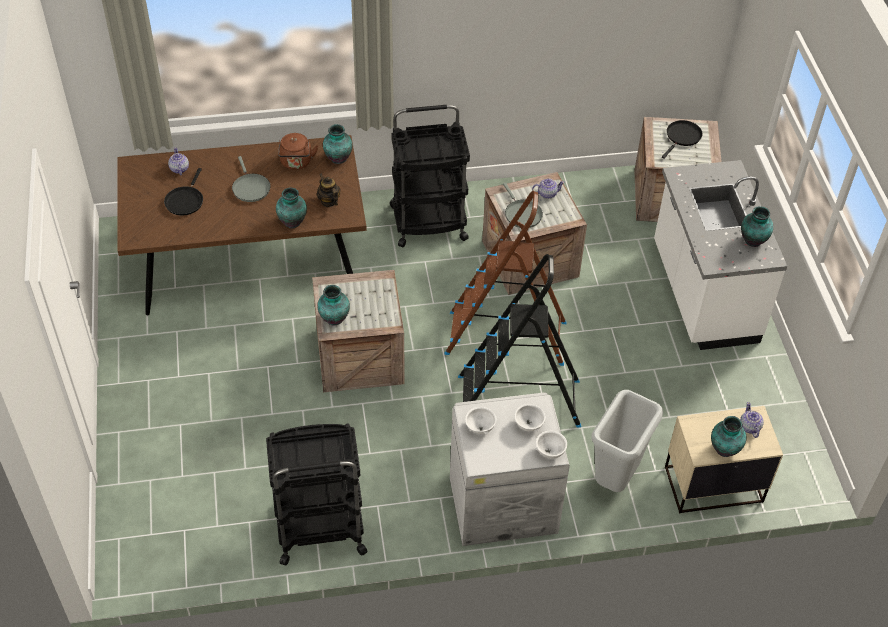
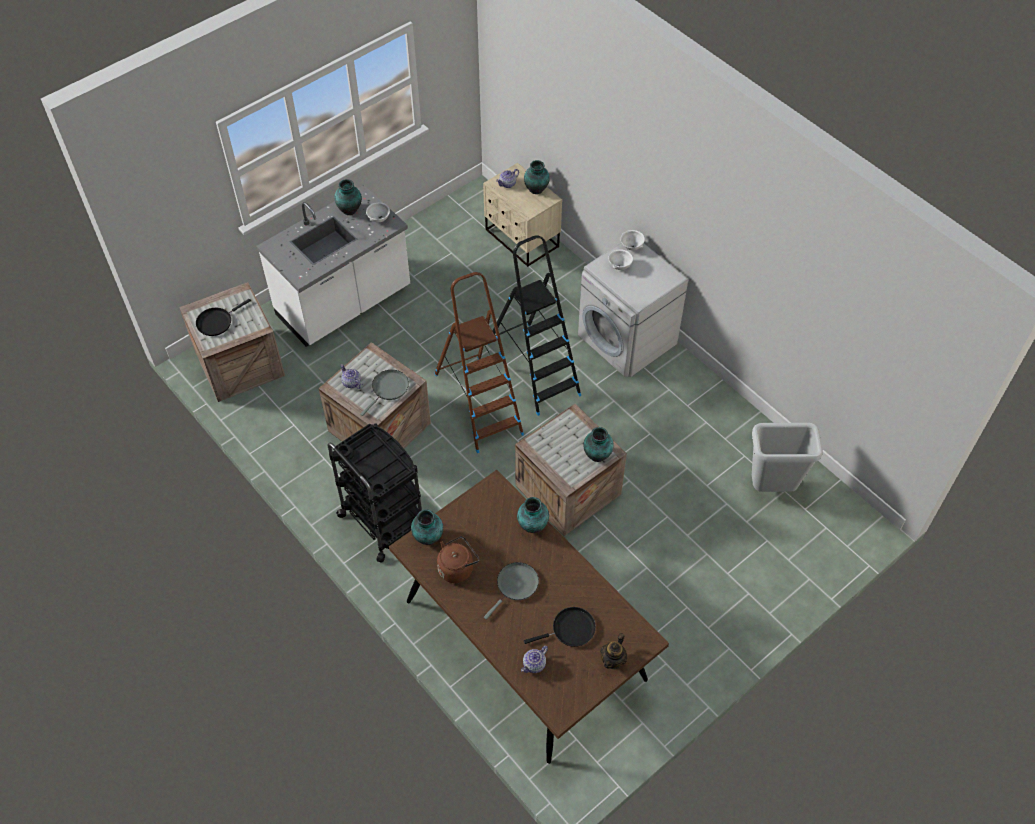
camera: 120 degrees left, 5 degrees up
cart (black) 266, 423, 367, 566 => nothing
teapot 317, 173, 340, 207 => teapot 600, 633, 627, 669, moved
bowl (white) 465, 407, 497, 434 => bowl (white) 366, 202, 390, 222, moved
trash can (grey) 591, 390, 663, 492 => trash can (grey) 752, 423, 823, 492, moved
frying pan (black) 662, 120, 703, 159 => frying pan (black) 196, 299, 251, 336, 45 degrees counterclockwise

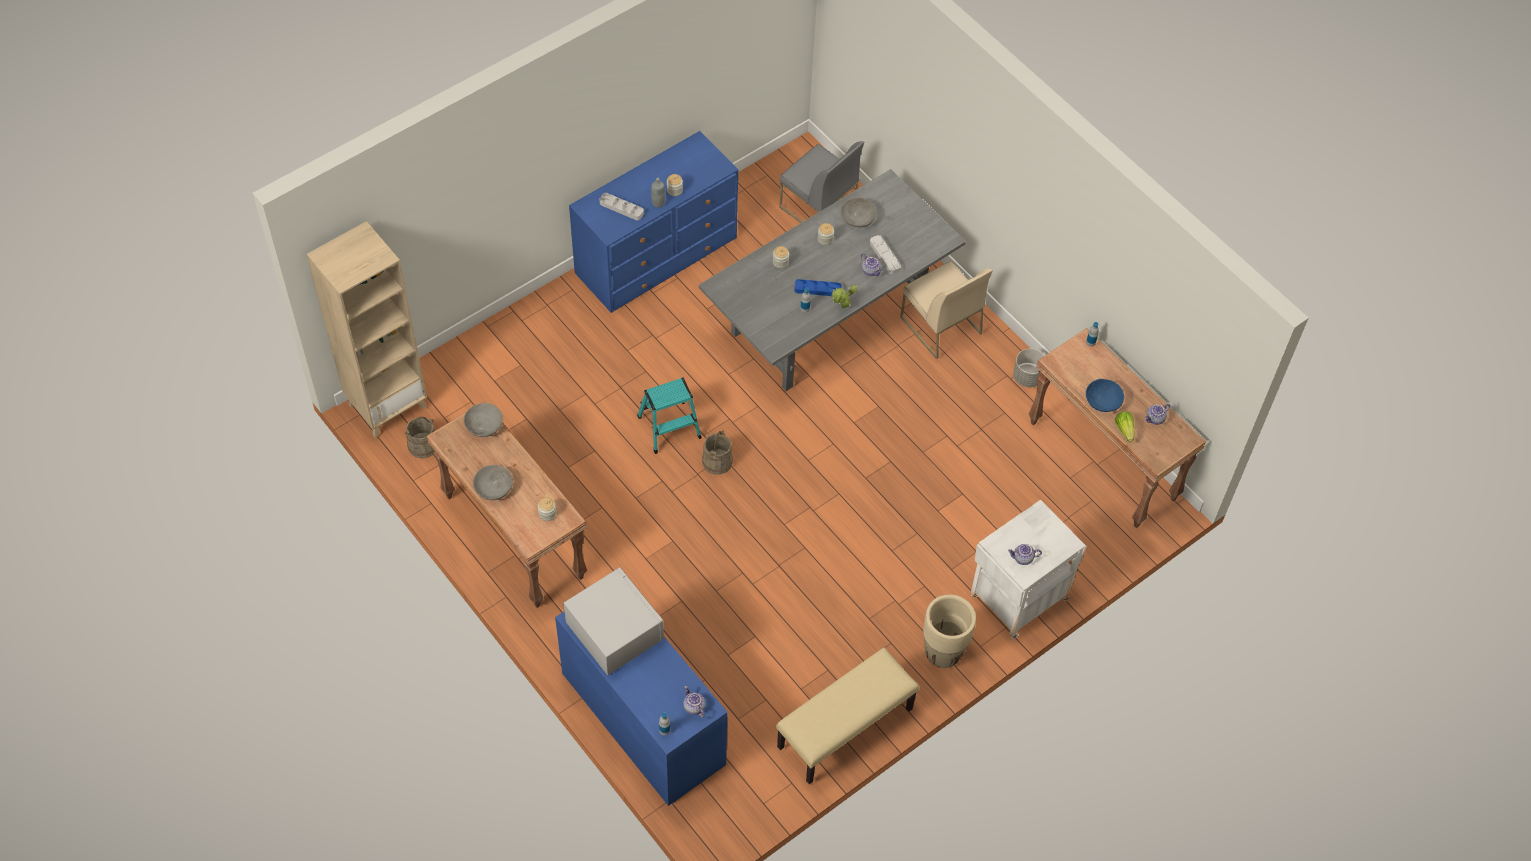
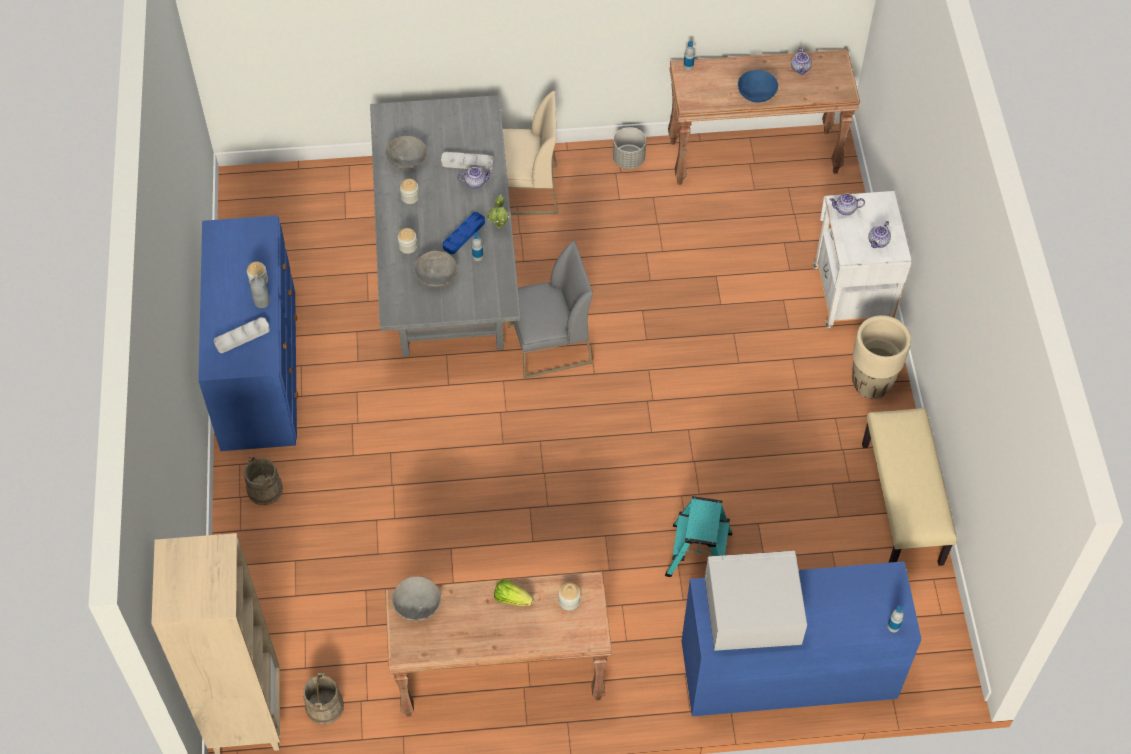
camera: 55 degrees left, 0 degrees up
bowl (grey) 473, 465, 513, 501 => bowl (grey) 414, 251, 457, 287, moved
step ladder (turquoise) 637, 377, 702, 454 => step ladder (turquoise) 665, 496, 732, 577, moved
teapot 683, 686, 705, 718 => teapot 829, 193, 865, 215, moved
bucket (beige) 702, 430, 733, 475 => bucket (beige) 244, 456, 283, 505, moved
chair (grey) 779, 141, 864, 223 => chair (grey) 508, 241, 593, 379, moved
lettuce 1115, 411, 1135, 442 => lettuce 494, 580, 534, 606, moved

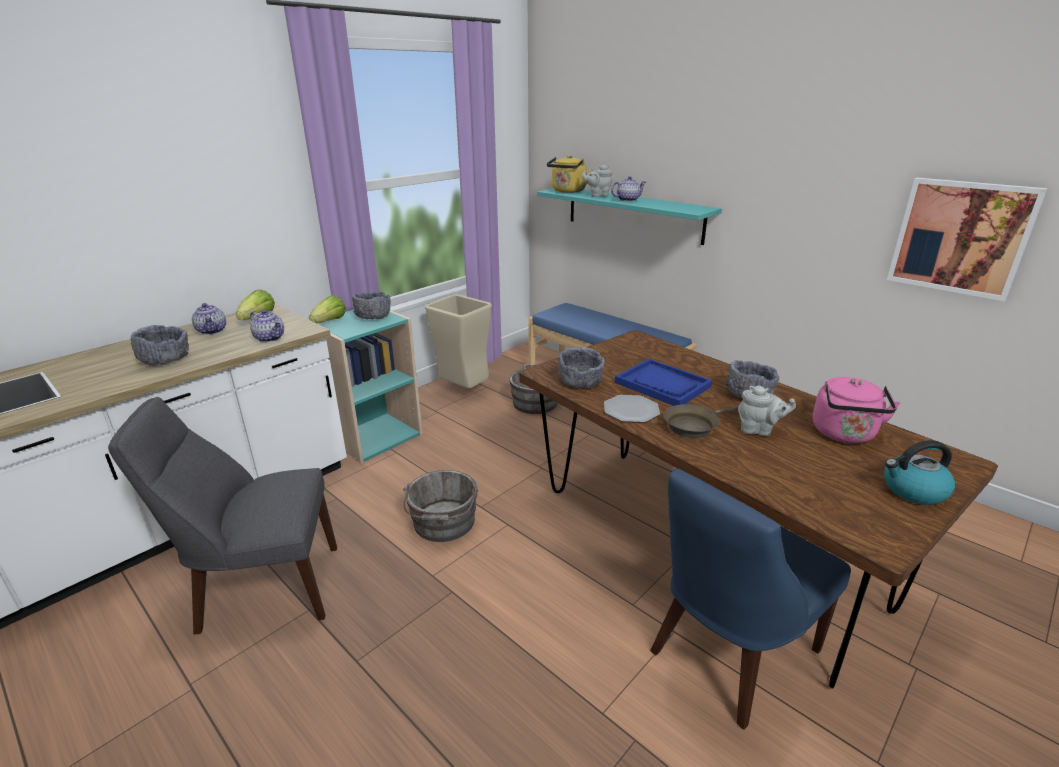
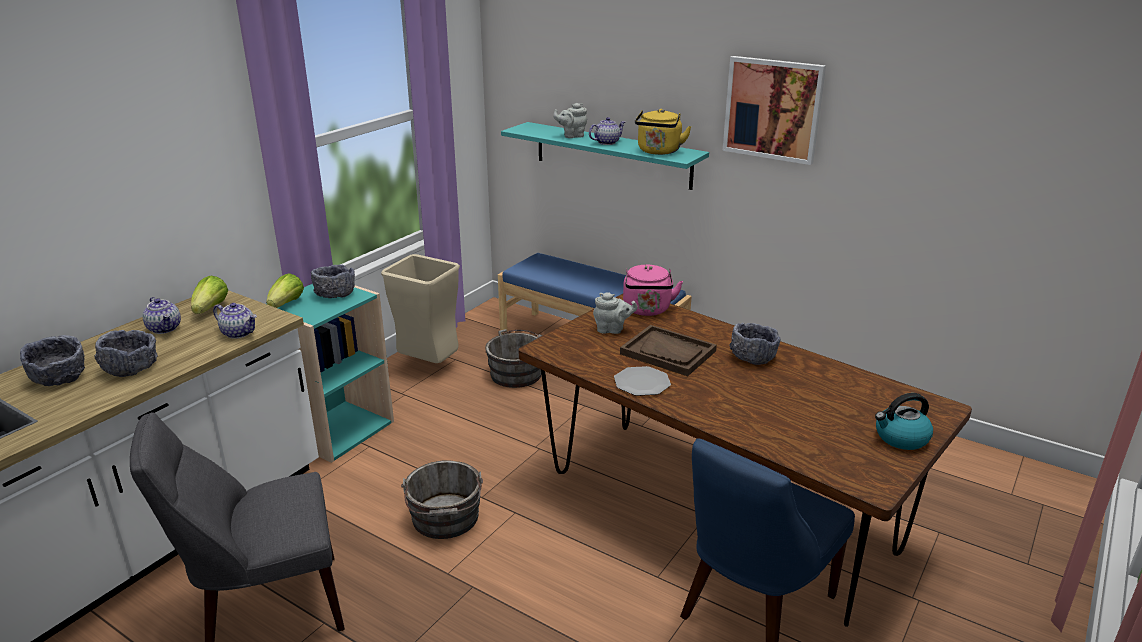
camera: 10 degrees left, 0 degrees up
kettle (yellow) 547, 155, 593, 193 => kettle (yellow) 635, 109, 692, 155, moved
bowl (grey) 558, 347, 605, 389 => bowl (grey) 20, 335, 85, 386, moved
tray (blue) 615, 359, 712, 406 => tray (brown) 620, 325, 717, 376
frying pan (brown) 663, 404, 738, 438 => nothing
teapot (grey) 738, 386, 796, 436 => teapot (grey) 593, 292, 638, 334, moved
kettle (pink) 813, 377, 900, 444 => kettle (pink) 623, 265, 683, 316, moved
picture 887, 178, 1047, 301 => picture 723, 56, 826, 165, moved

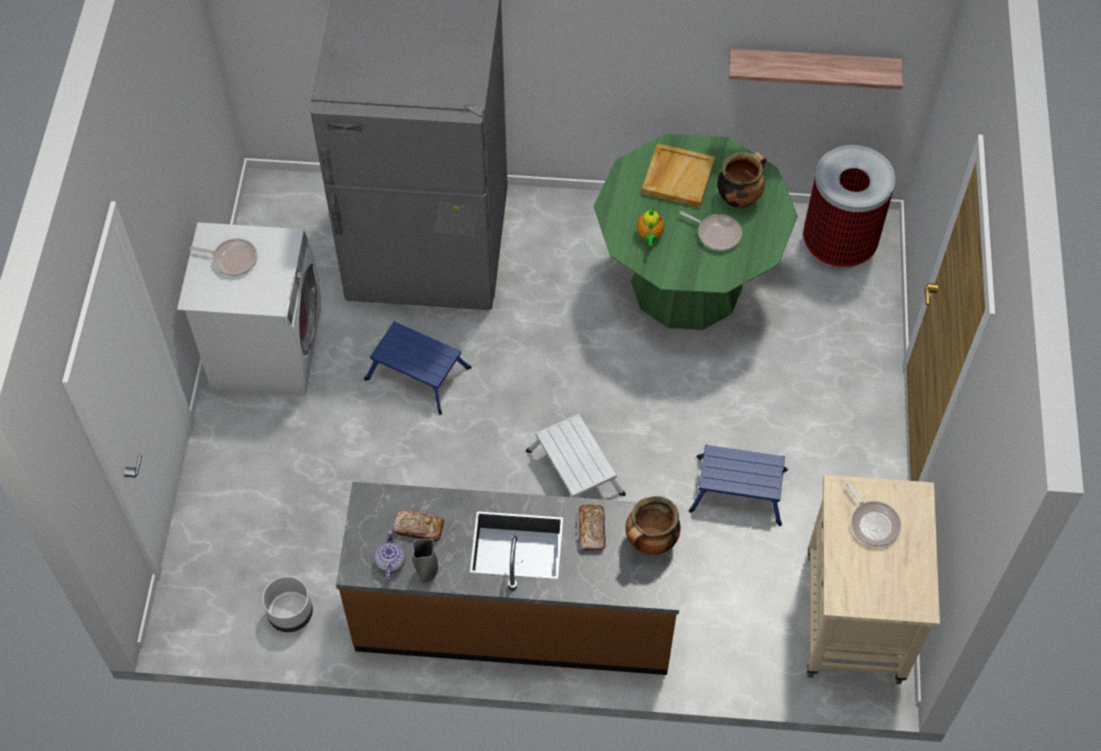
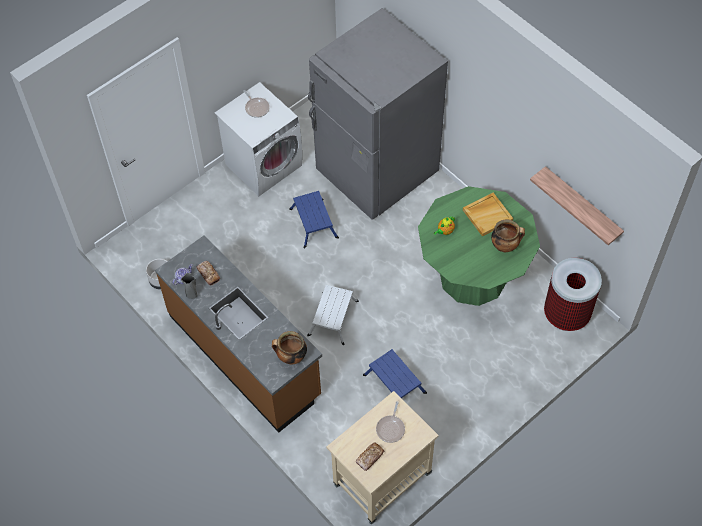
camera: 45 degrees right, 0 degrees up
bread 579, 505, 606, 551 => bread 356, 442, 384, 471, moved
frying pan 680, 211, 742, 251 => nothing

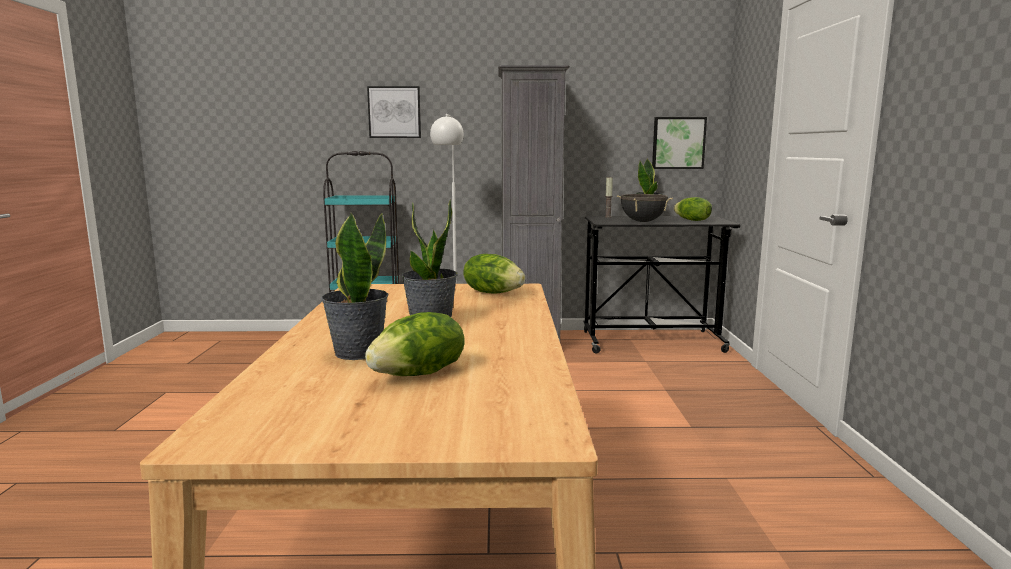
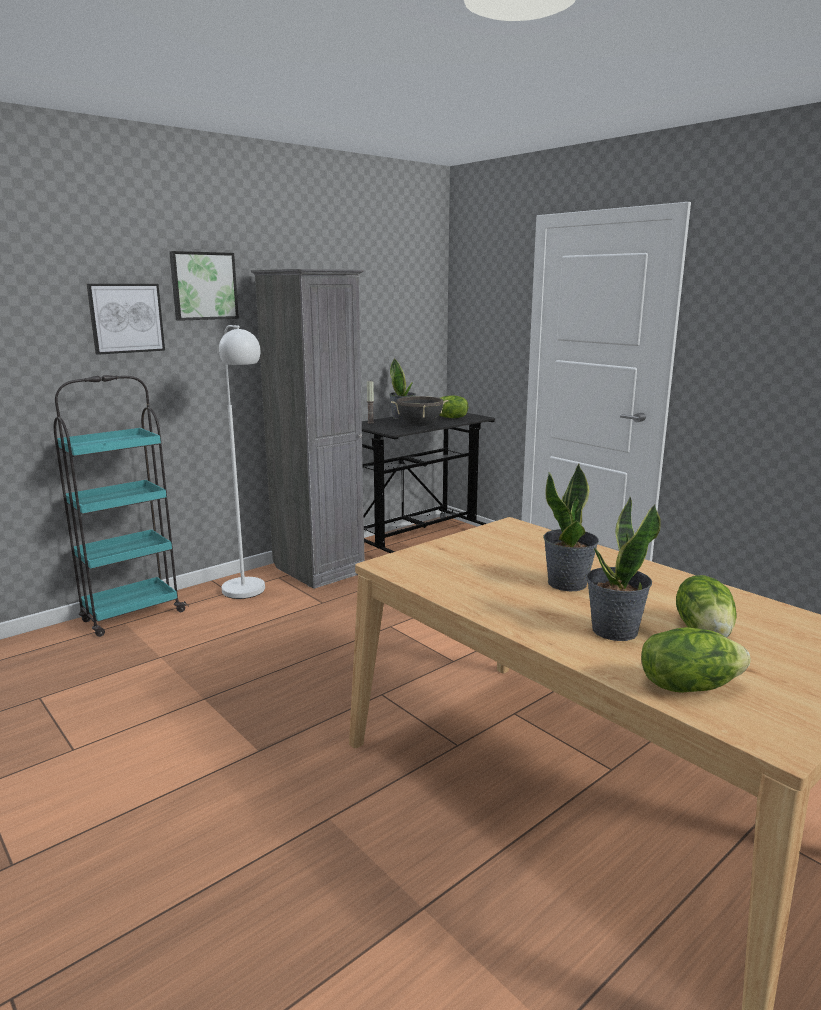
camera: 40 degrees left, 5 degrees up
lettuce 463, 254, 525, 294 => lettuce 641, 627, 750, 693, moved
picture 652, 117, 707, 169 => picture 169, 251, 239, 321, moved

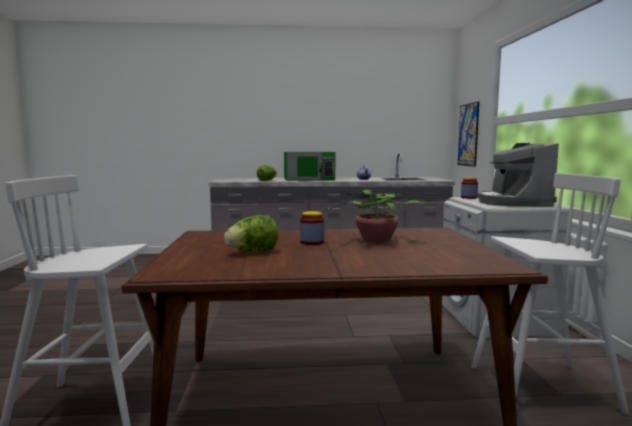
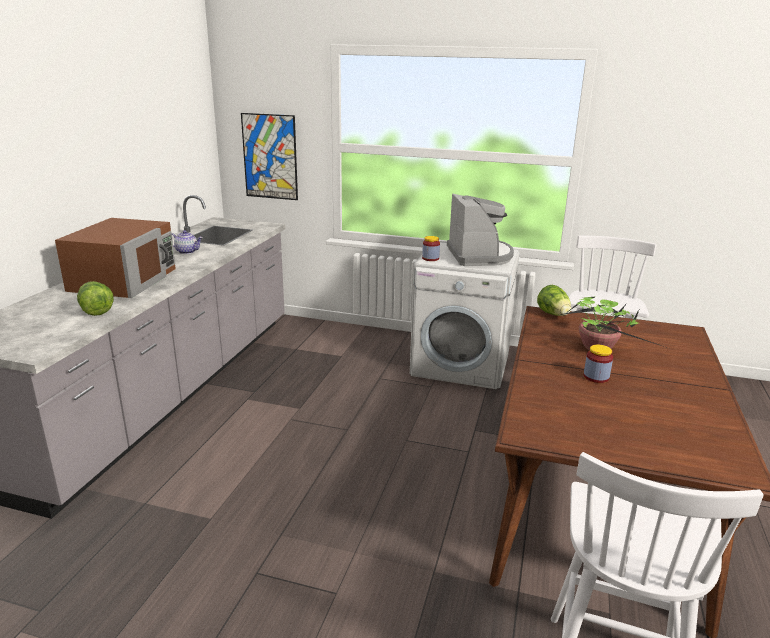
camera: 70 degrees left, 15 degrees up
lettuce 224, 215, 279, 252 => lettuce 537, 285, 571, 316, moved
microwave (green) 284, 152, 335, 181 => microwave (brown) 55, 218, 176, 298
coffee machine 477, 143, 559, 207 => coffee machine 447, 194, 514, 266, 120 degrees counterclockwise

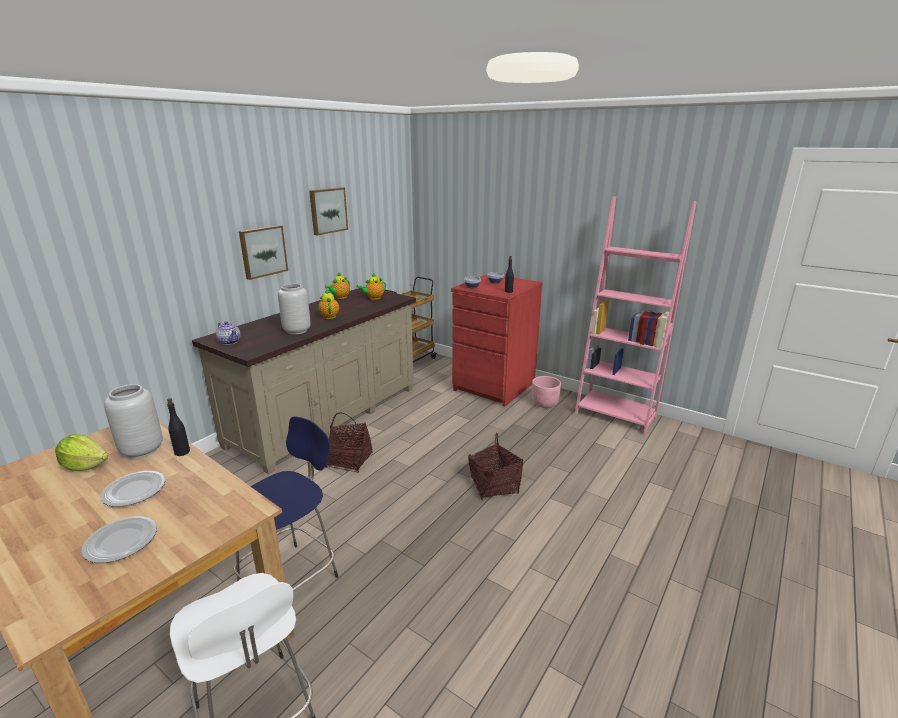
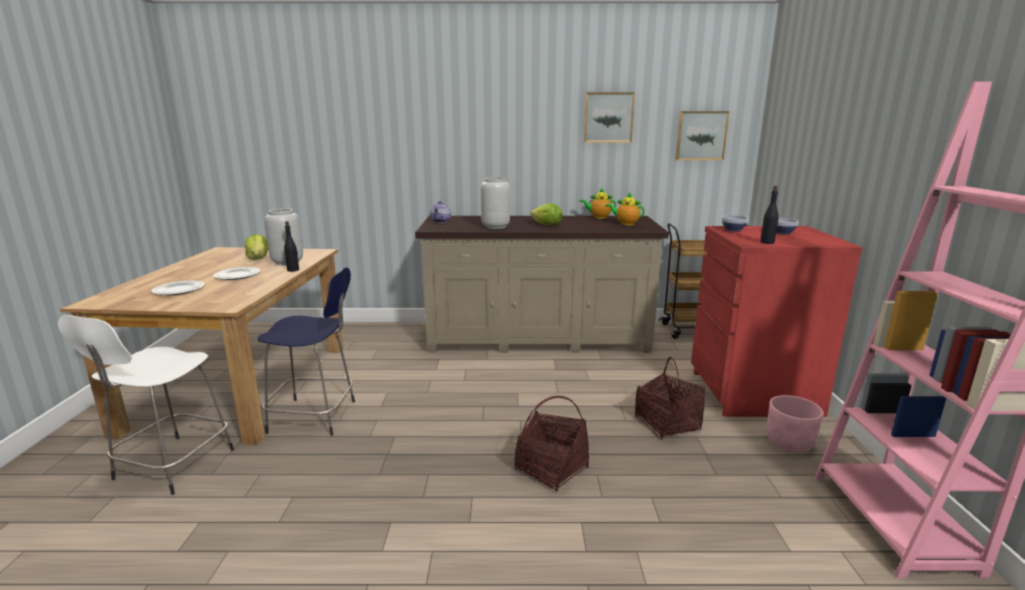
camera: 55 degrees right, 5 degrees down
picture 239, 225, 288, 280 => picture 675, 111, 729, 160, moved
teapot 318, 289, 339, 319 => lettuce 530, 203, 562, 225
basket 326, 413, 373, 473 => basket 635, 357, 705, 440, moved

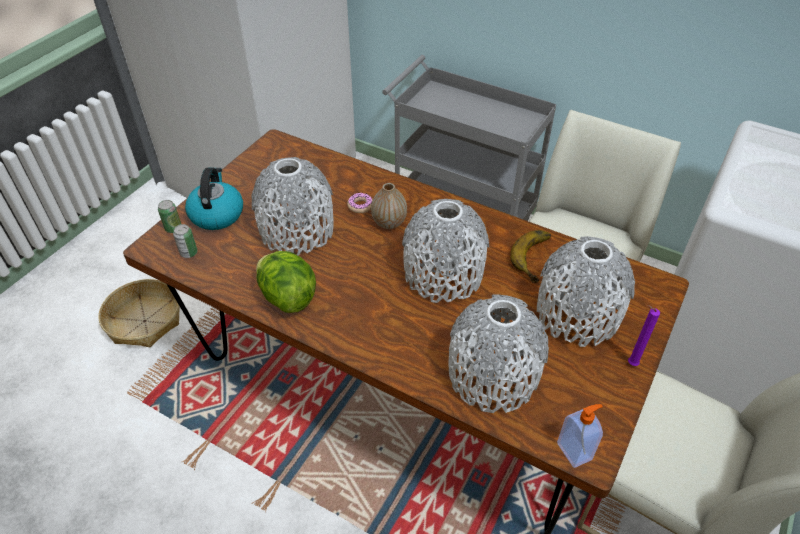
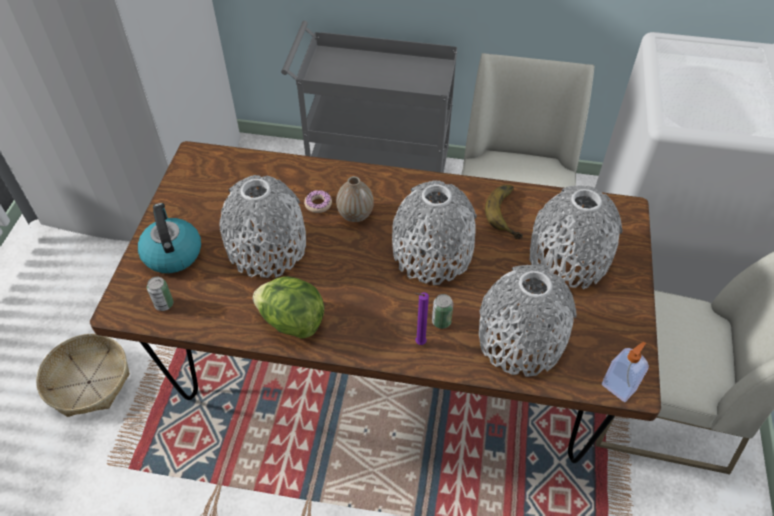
camera: 20 degrees left, 5 degrees up
can 158, 200, 181, 233 => can 432, 294, 453, 329, moved
candle (purple) 628, 305, 660, 366 => candle (purple) 415, 292, 429, 345, moved

